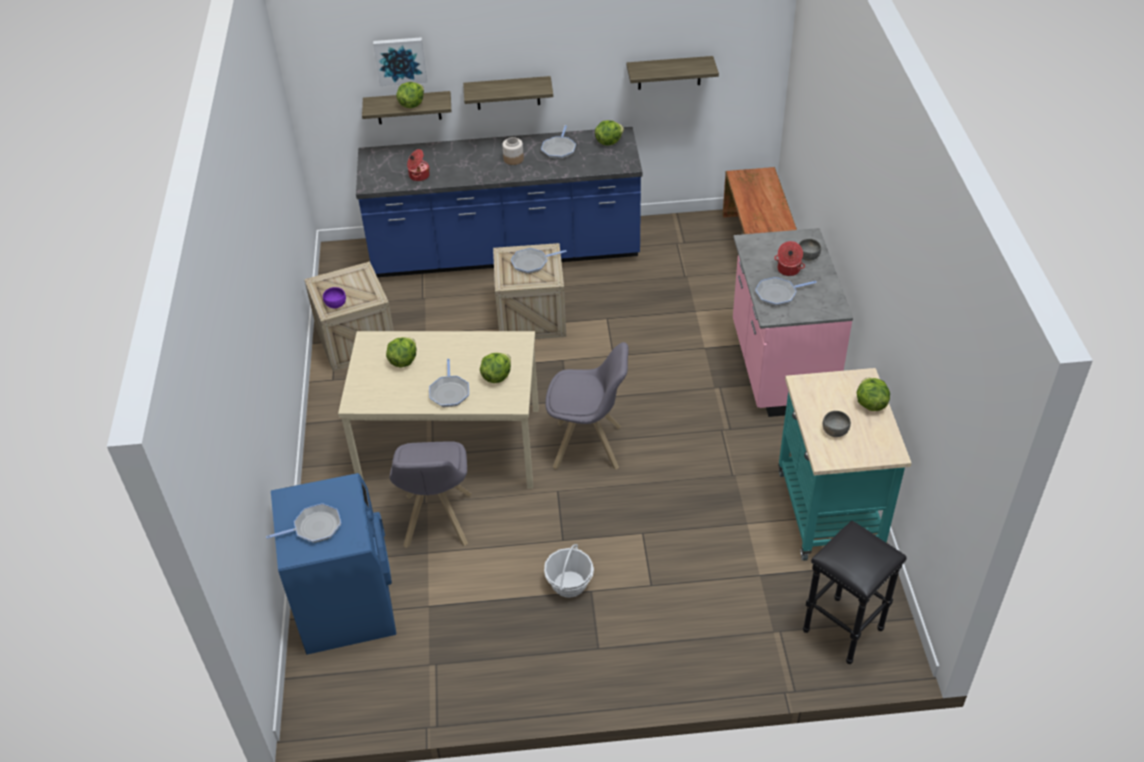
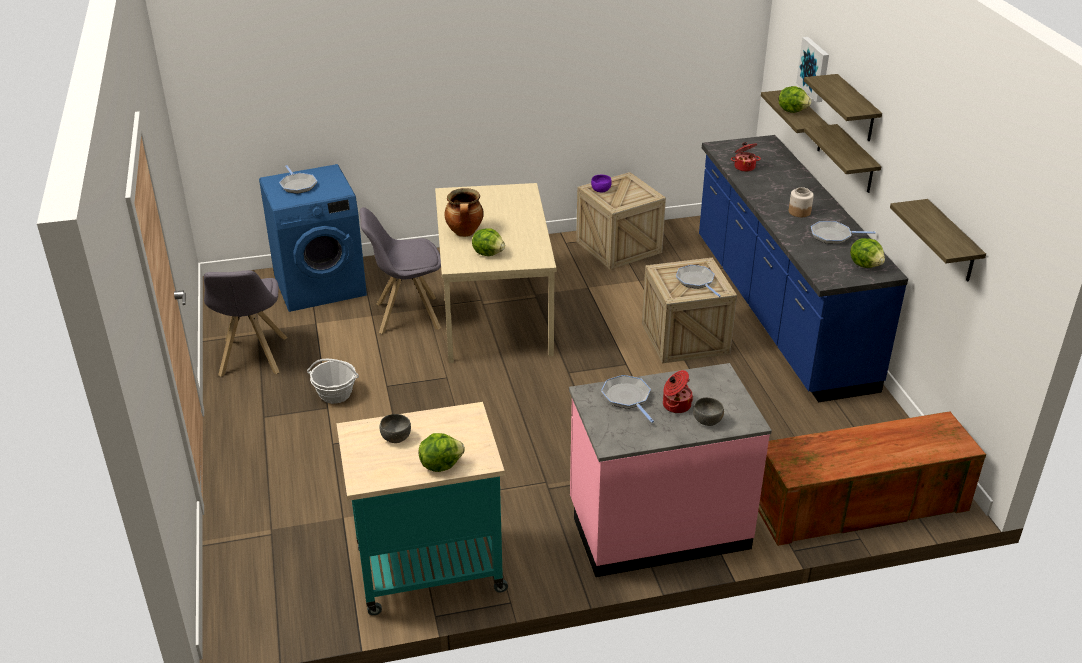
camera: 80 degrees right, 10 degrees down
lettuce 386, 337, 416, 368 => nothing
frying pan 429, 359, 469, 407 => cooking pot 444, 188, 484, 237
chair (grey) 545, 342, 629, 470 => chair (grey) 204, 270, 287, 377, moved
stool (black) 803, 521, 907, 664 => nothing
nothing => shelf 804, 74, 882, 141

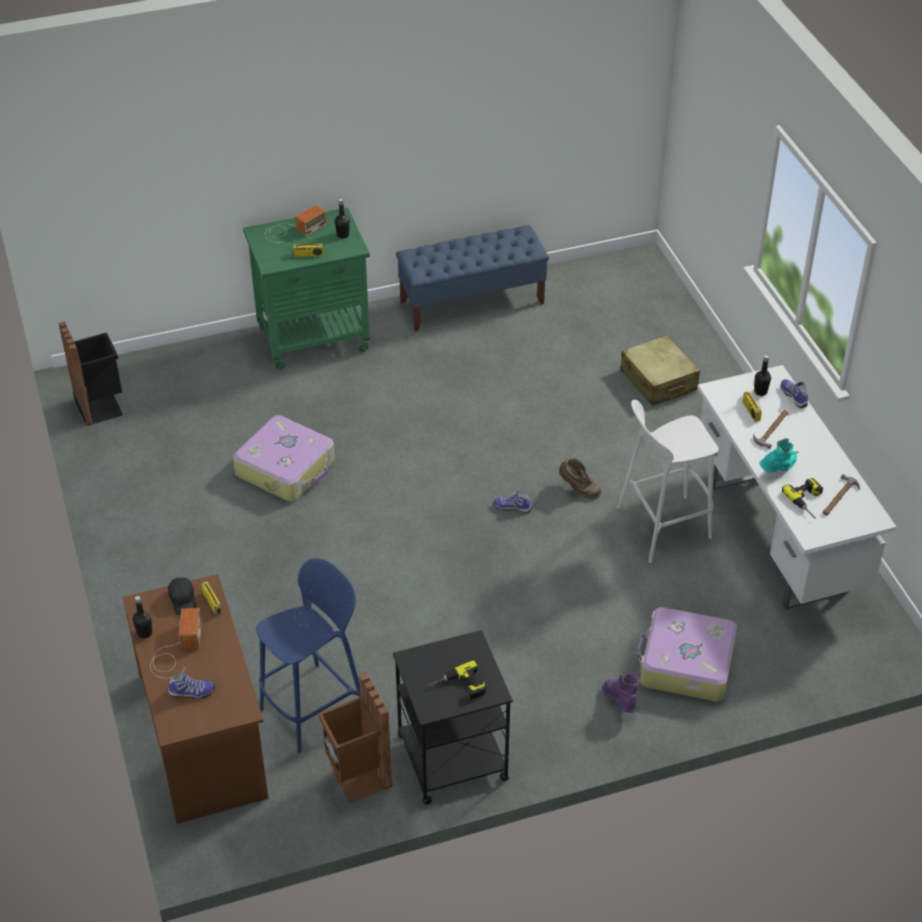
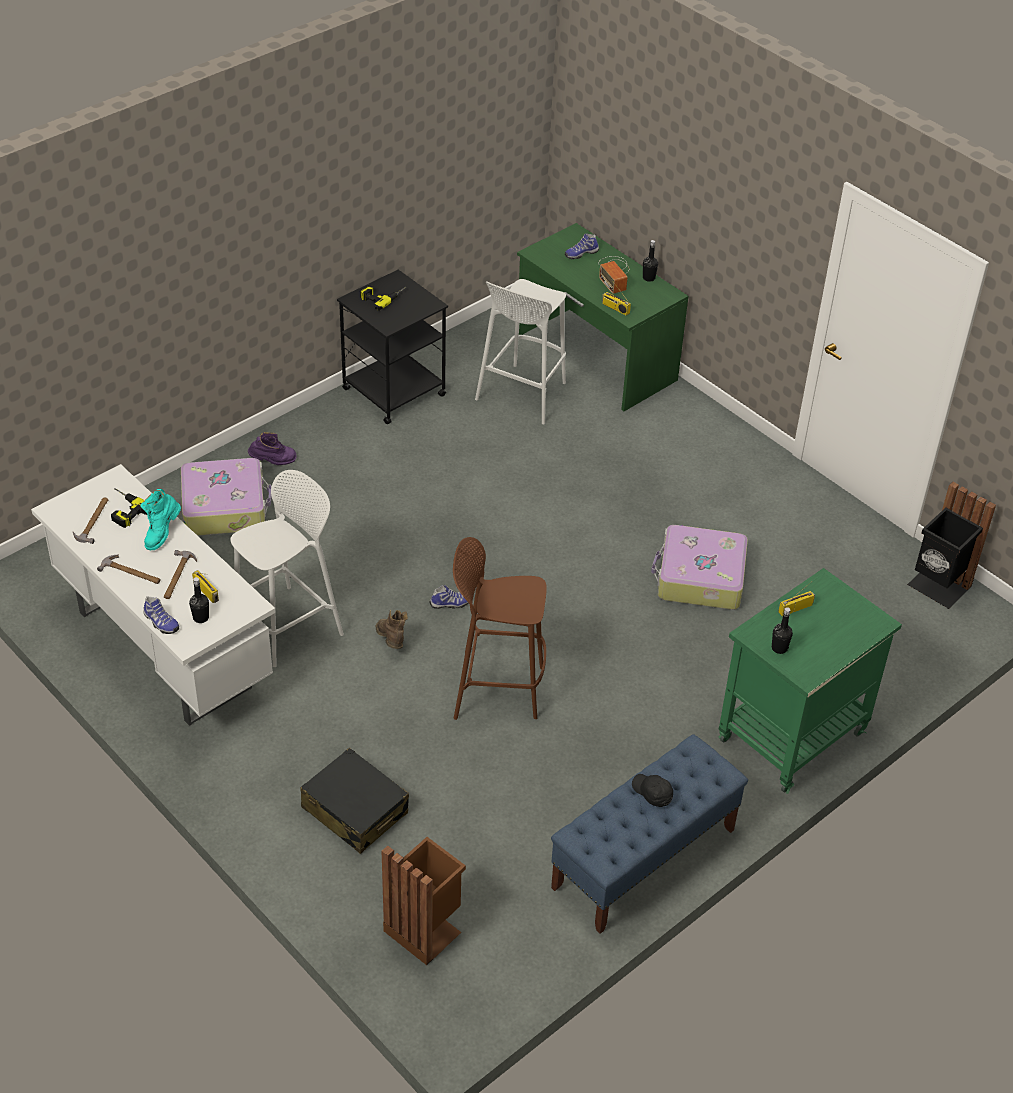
camera: 155 degrees right, 0 degrees up
desk (brown) 123, 574, 269, 824 => desk (green) 517, 223, 688, 411
cap (black) 168, 578, 196, 616 => cap (black) 632, 774, 673, 807, moved
stool (blue) 256, 558, 361, 753 => stool (white) 475, 279, 566, 424
radio 265, 205, 327, 243 => nothing
trash can (brown) 318, 672, 393, 803 => trash can (brown) 382, 837, 466, 965, moved
boot (brown) 559, 458, 602, 499 => boot (brown) 376, 610, 408, 649, 60 degrees clockwise
boot (purple) 602, 673, 639, 713 => boot (purple) 248, 432, 297, 465, 60 degrees counterclockwise
suitcase (beige) 621, 335, 700, 406 => suitcase (black) 300, 748, 409, 854
nothing => hammer 97, 555, 161, 584
nothing => stool (brown) 453, 537, 547, 720

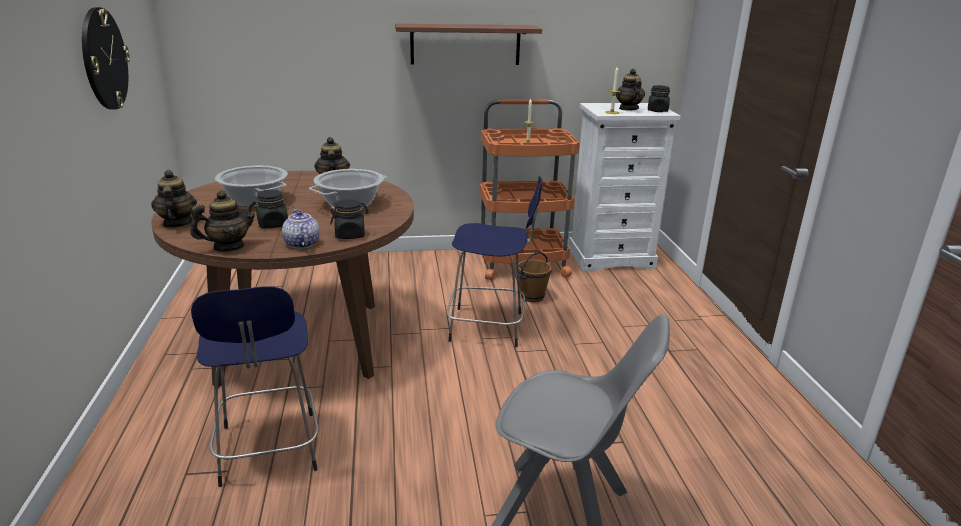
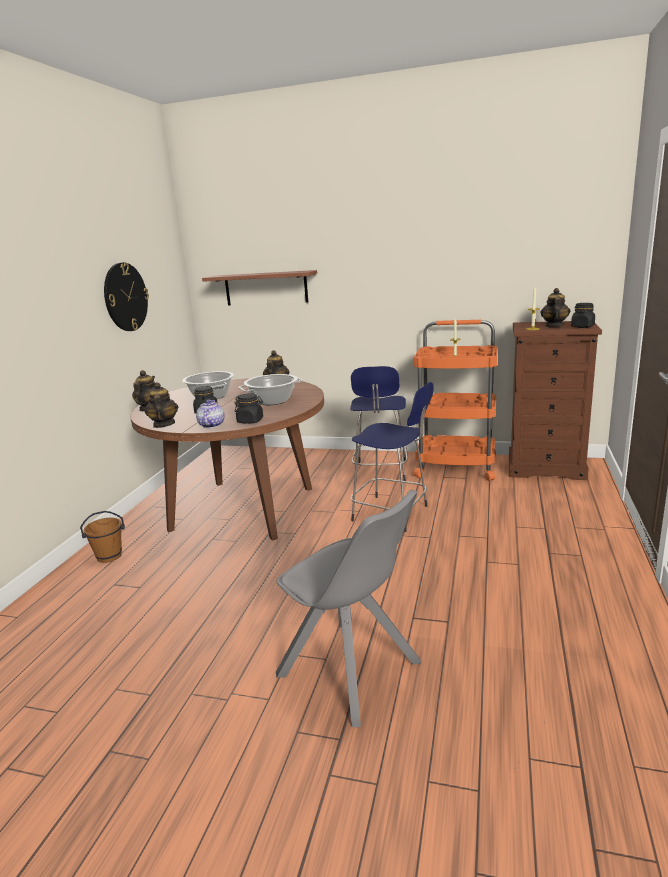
camera: 25 degrees right, 5 degrees down
teapot 190, 190, 257, 252 => teapot 144, 382, 178, 428, 90 degrees counterclockwise
stool (blue) 191, 286, 319, 487 => stool (blue) 350, 366, 408, 481, moved
shelf 395, 23, 542, 65 => shelf 202, 270, 317, 306, moved
bucket (brown) 519, 252, 552, 303 => bucket (brown) 80, 511, 125, 563, moved
dresser (white) 568, 103, 681, 271 => dresser (brown) 509, 321, 602, 480

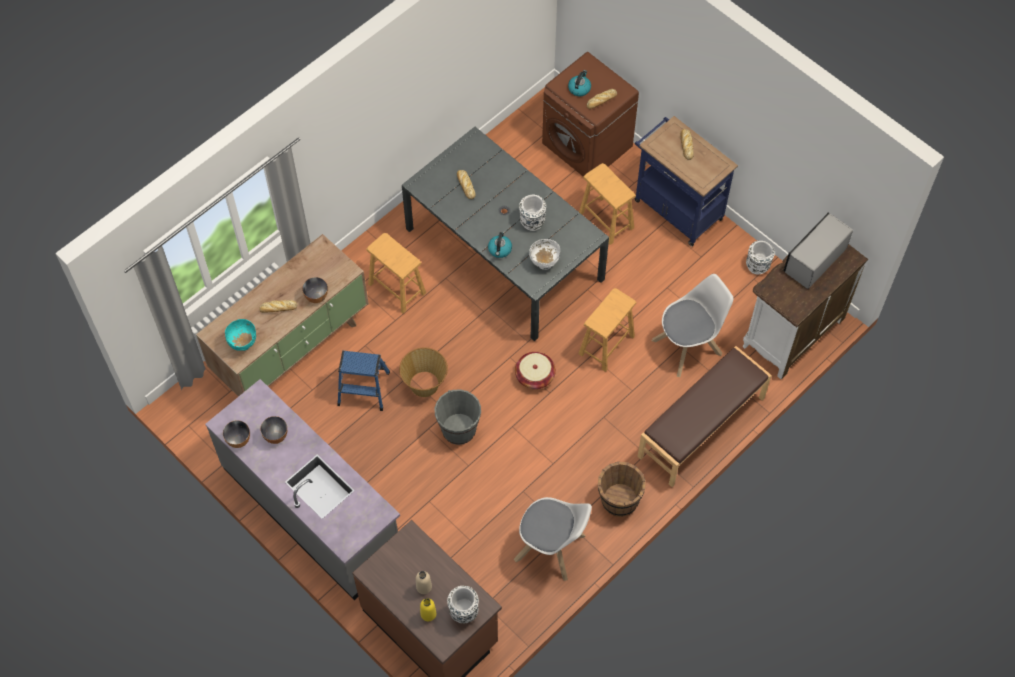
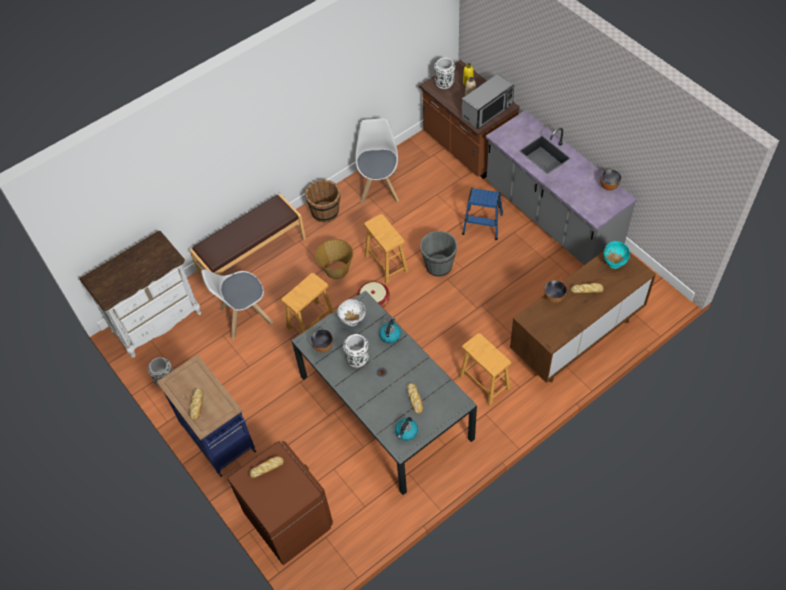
camera: 170 degrees left, 5 degrees down
dresser (green) 196, 234, 369, 397 => dresser (brown) 510, 251, 656, 383
bowl 260, 416, 287, 444 => bowl 311, 329, 333, 353, moved
step ladder (blue) 337, 350, 390, 411 => step ladder (blue) 462, 188, 503, 240, moved
basket 399, 348, 448, 397 => basket 315, 239, 353, 280, moved
chair 514, 497, 592, 581 => chair 356, 118, 399, 204, 60 degrees clockwise
kettle 568, 70, 591, 96 => kettle 395, 417, 418, 441, moved
stool (brown) 579, 163, 636, 245 => stool (brown) 364, 214, 409, 284, moved
microwave 784, 213, 853, 289 => microwave 462, 74, 514, 129, moved

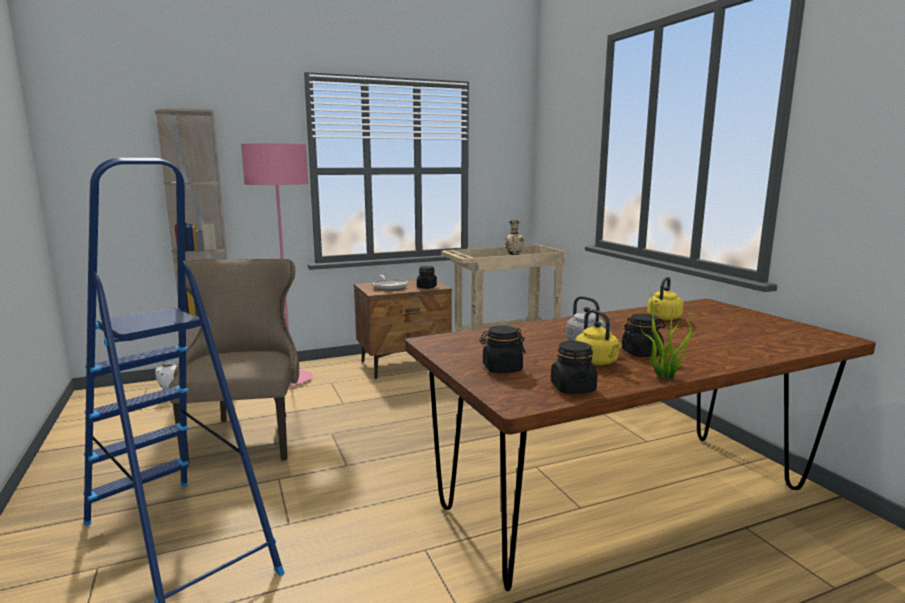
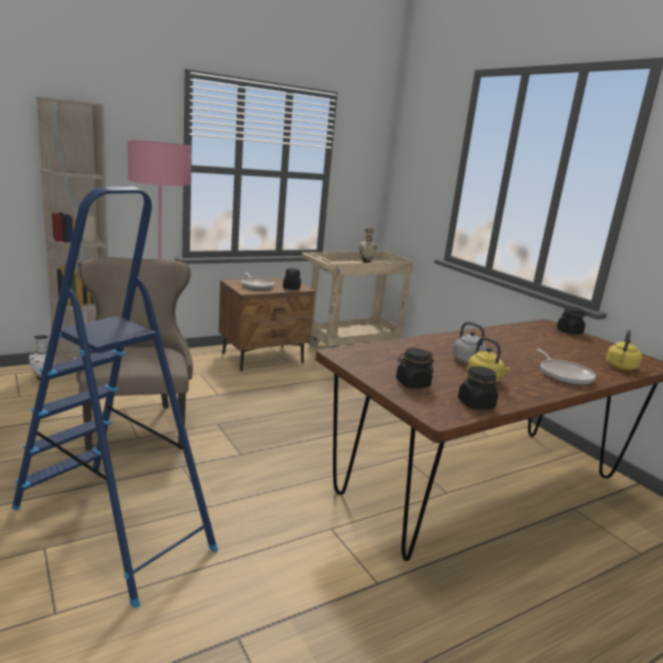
camera: 10 degrees left, 5 degrees up
jar (black) 622, 314, 665, 357 => jar (black) 557, 306, 586, 334, moved
potted plant 640, 288, 692, 379 => nothing
kettle (yellow) 647, 277, 684, 320 => kettle (yellow) 606, 330, 642, 370, moved
nothing => frying pan 536, 349, 596, 385

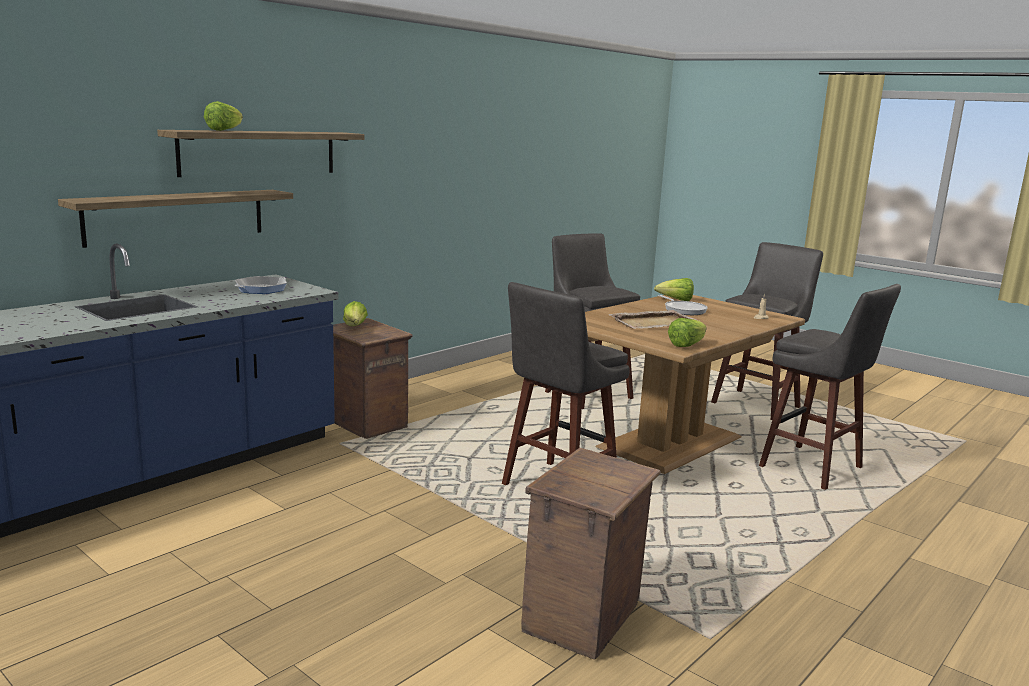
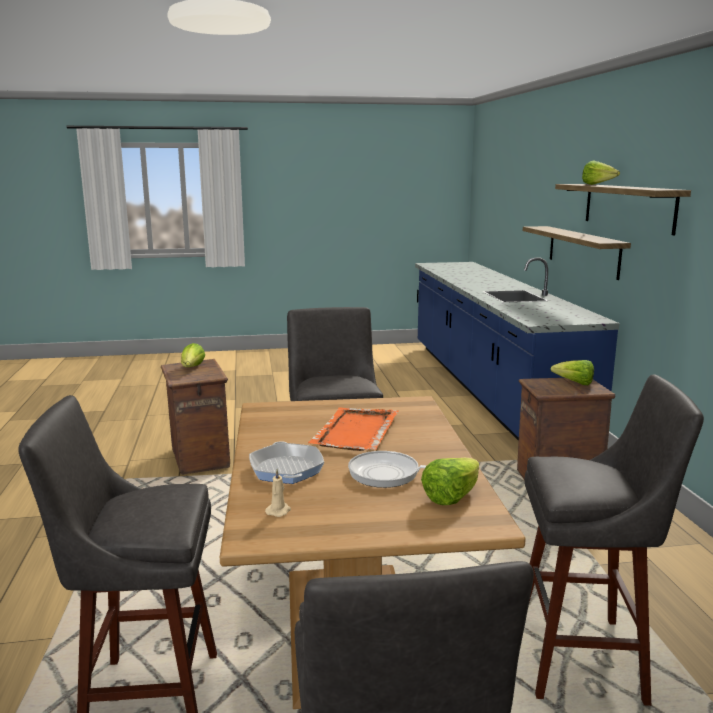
camera: 130 degrees right, 0 degrees up
frying pan 234, 276, 287, 294 => frying pan 249, 441, 324, 484, moved
tray (beige) 608, 310, 699, 329 => tray (orange) 308, 407, 398, 451
lettuce 668, 318, 707, 347 => lettuce 181, 343, 205, 367, moved

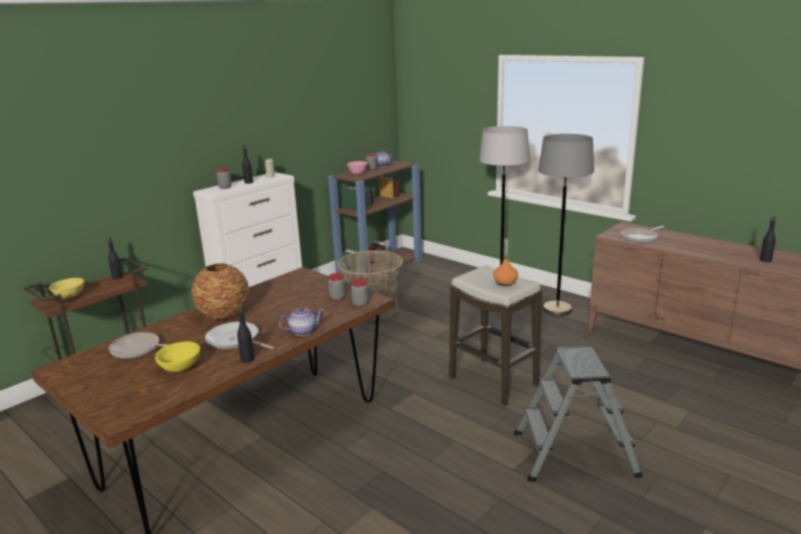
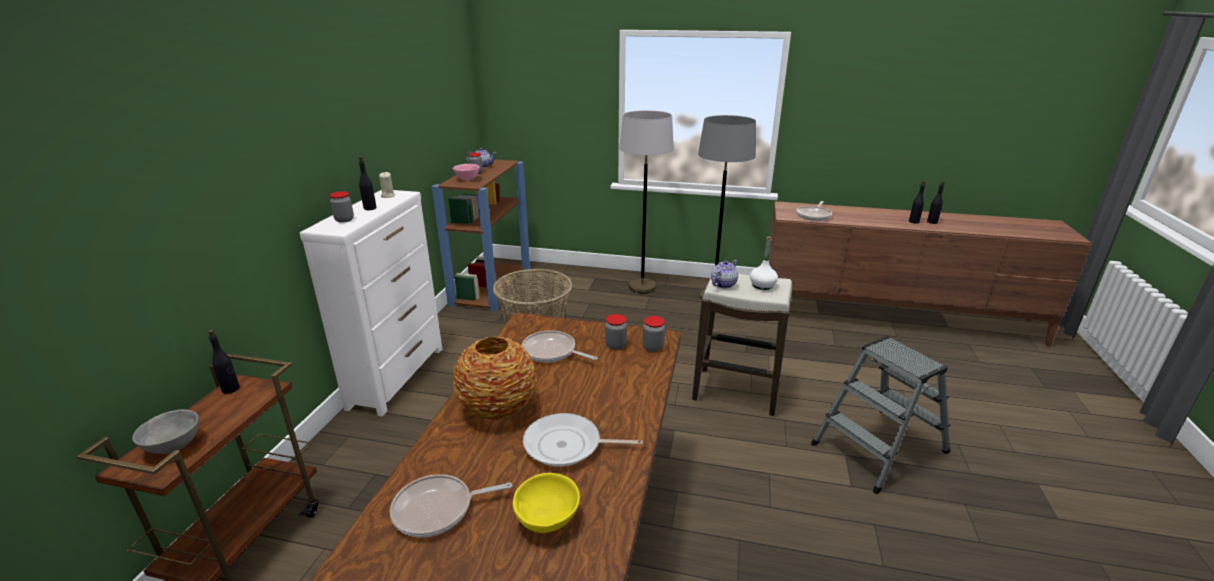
camera: 30 degrees left, 5 degrees up
bowl (yellow) 49, 278, 84, 299 => bowl (grey) 132, 409, 199, 454
bottle (black) 237, 306, 255, 363 => bottle (black) 909, 181, 926, 224, moved
teapot 279, 307, 324, 336 => teapot 711, 260, 738, 288, moved
bottle (orange) 493, 238, 518, 286 => bottle (white) 750, 236, 778, 290
nothing => frying pan 522, 330, 597, 362

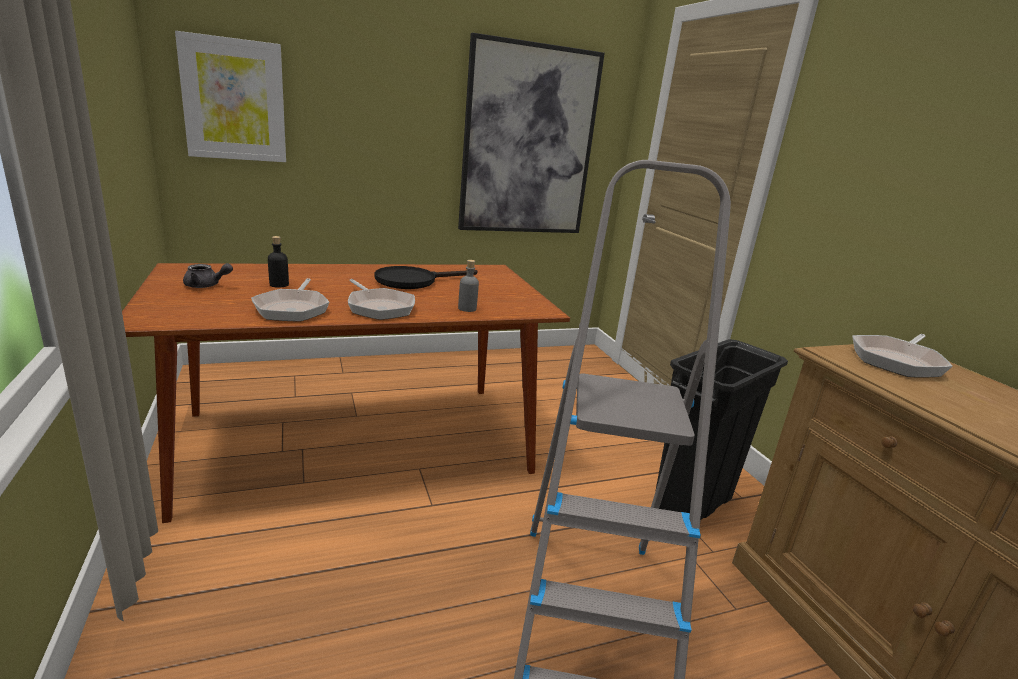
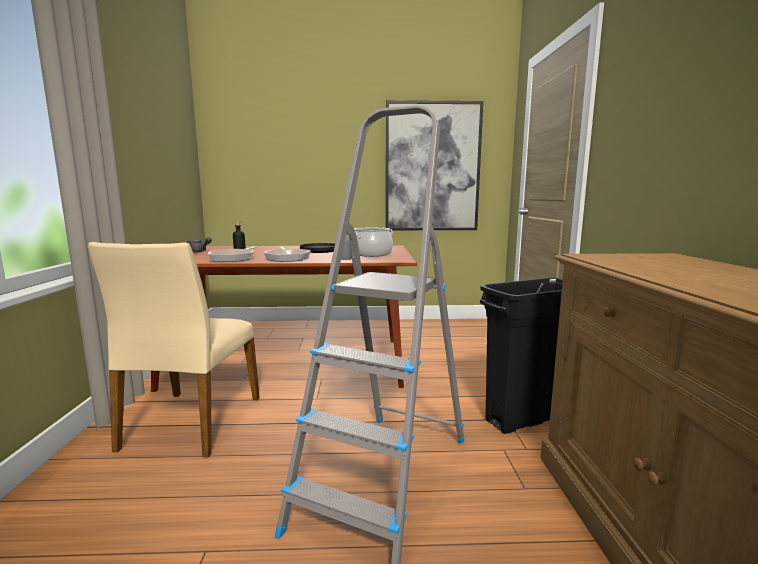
camera: 20 degrees right, 10 degrees down
picture 175, 31, 286, 162 => nothing
frying pan 852, 334, 952, 378 => nothing
nothing => chair (beige) 88, 242, 260, 457
nothing => cooking pot 354, 227, 393, 257

